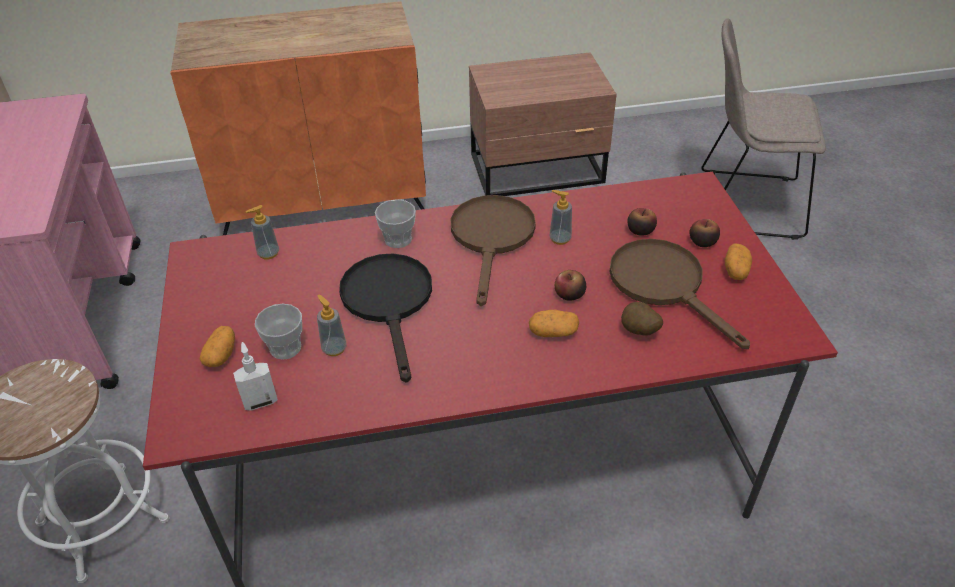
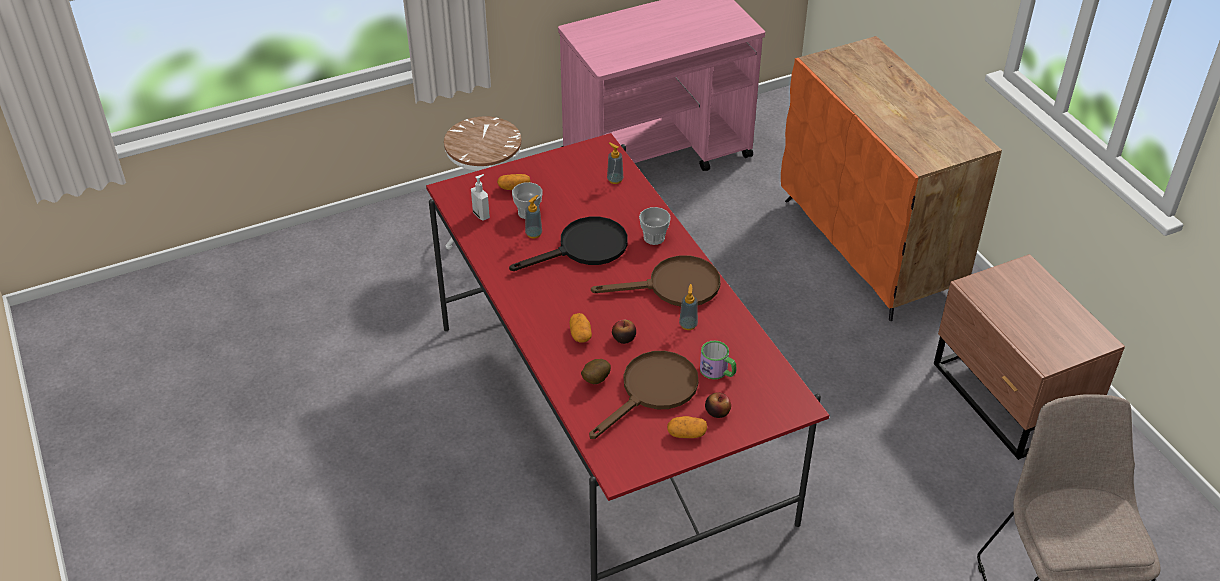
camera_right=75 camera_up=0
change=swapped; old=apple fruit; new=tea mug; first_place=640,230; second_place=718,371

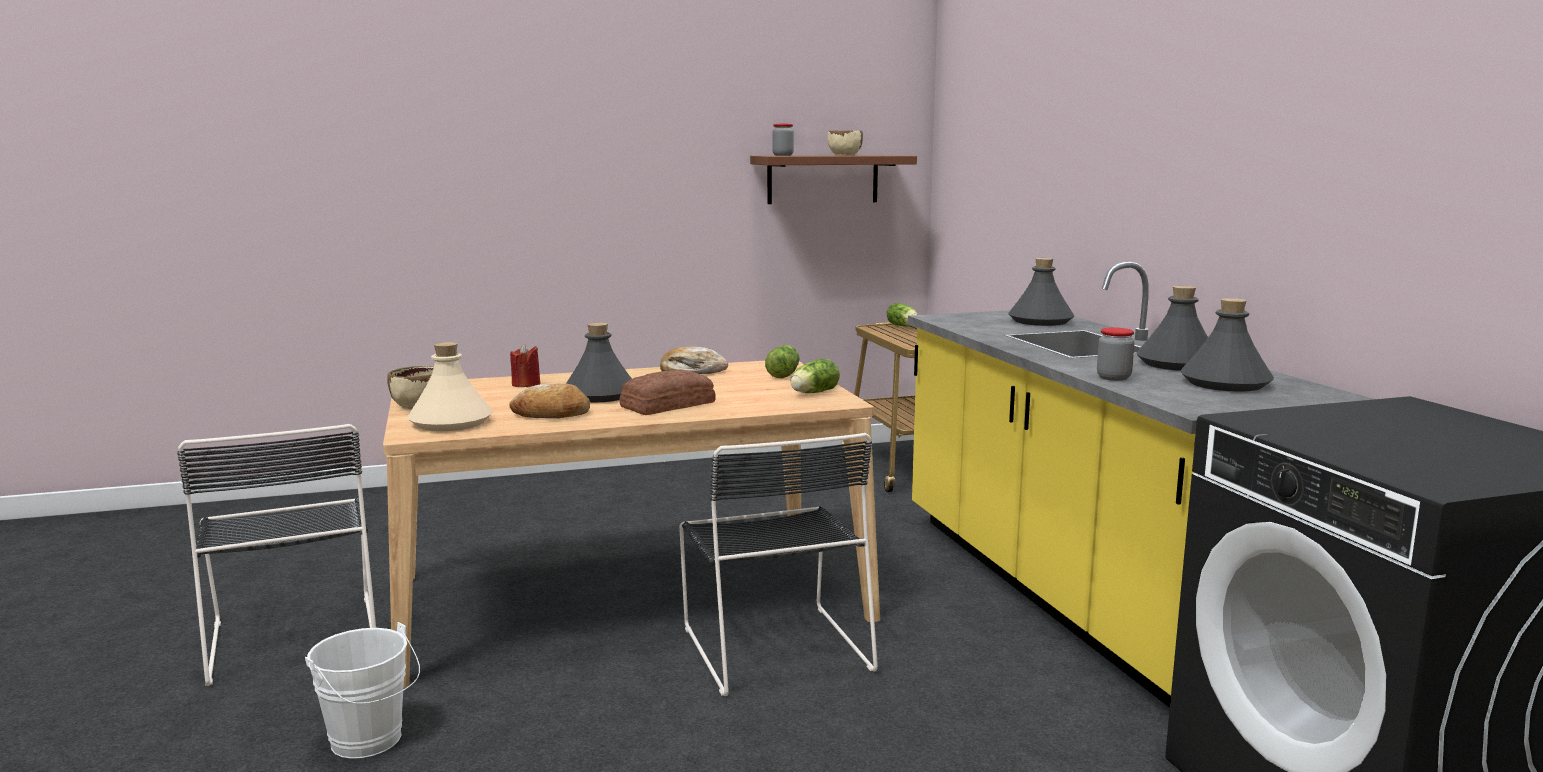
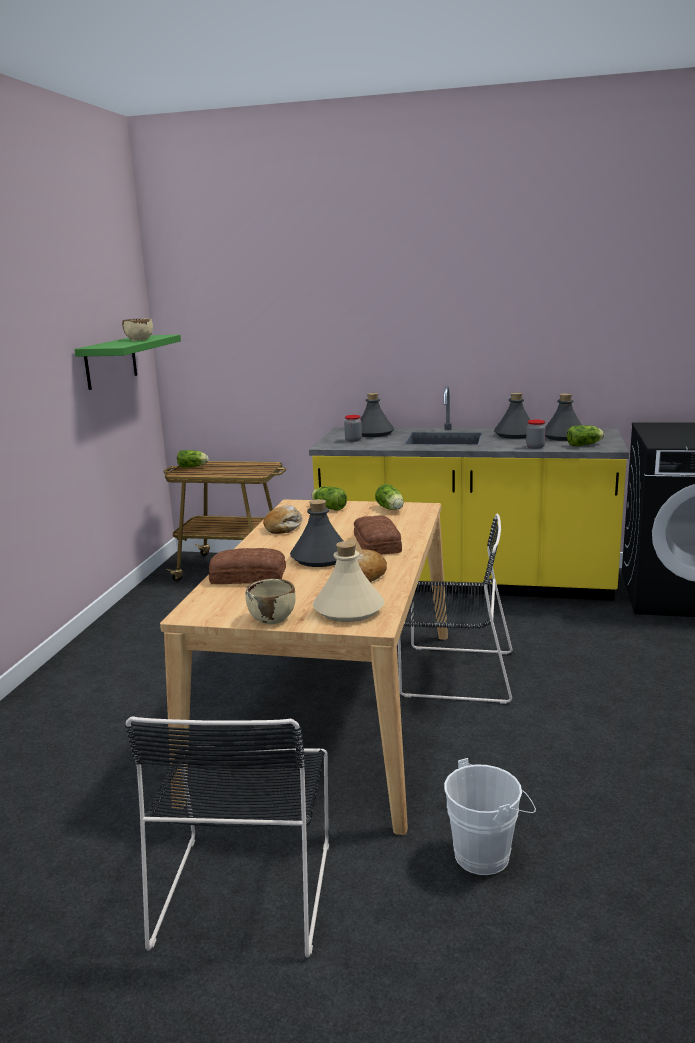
camera_right=-60 camera_up=5
change=new; new=head of lettuce; second_place=585,445
change=shifted; old=storage jar; first_place=783,155; second_place=353,440
change=swapped; old=wax candle (reddish); new=bakery bread; first_place=526,384; second_place=247,576
change=repainted; old=wall shelf (brown); new=wall shelf (greenish); first_place=823,179; second_place=111,362
change=rotated; old=upright chair (black); first_place=294,635; second_place=246,886; degrees=90

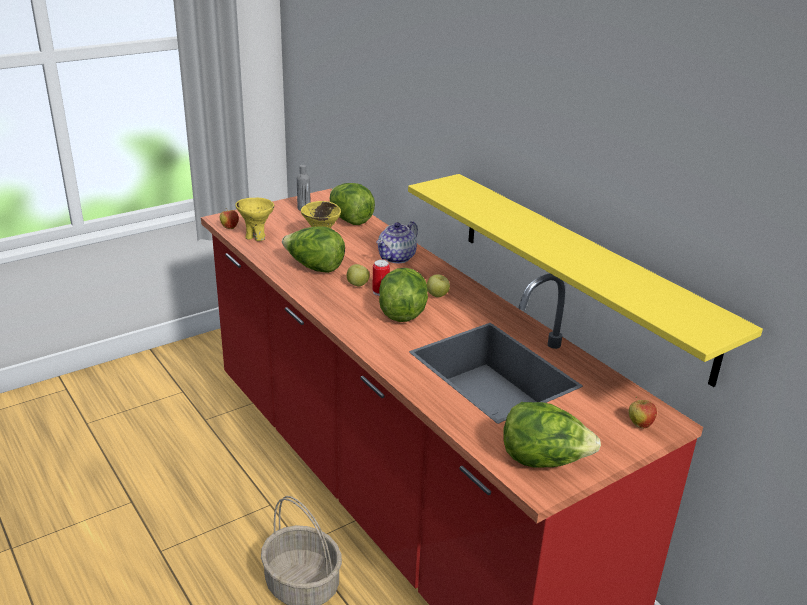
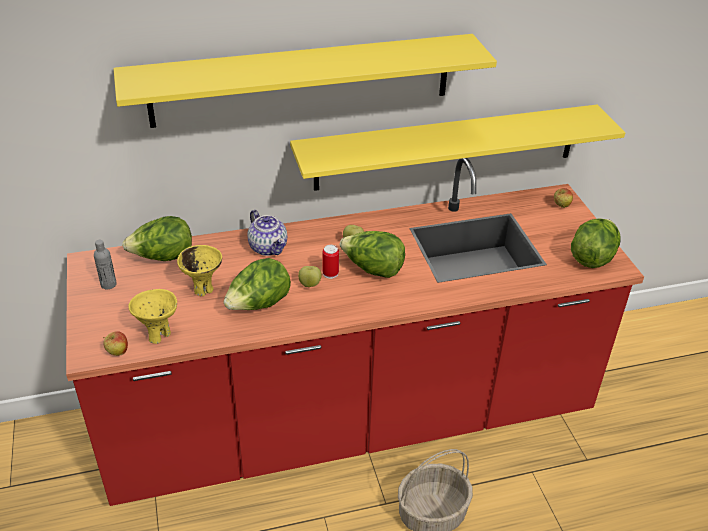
camera_right=-70 camera_up=10
change=new; new=wall shelf (yellow); second_place=302,80

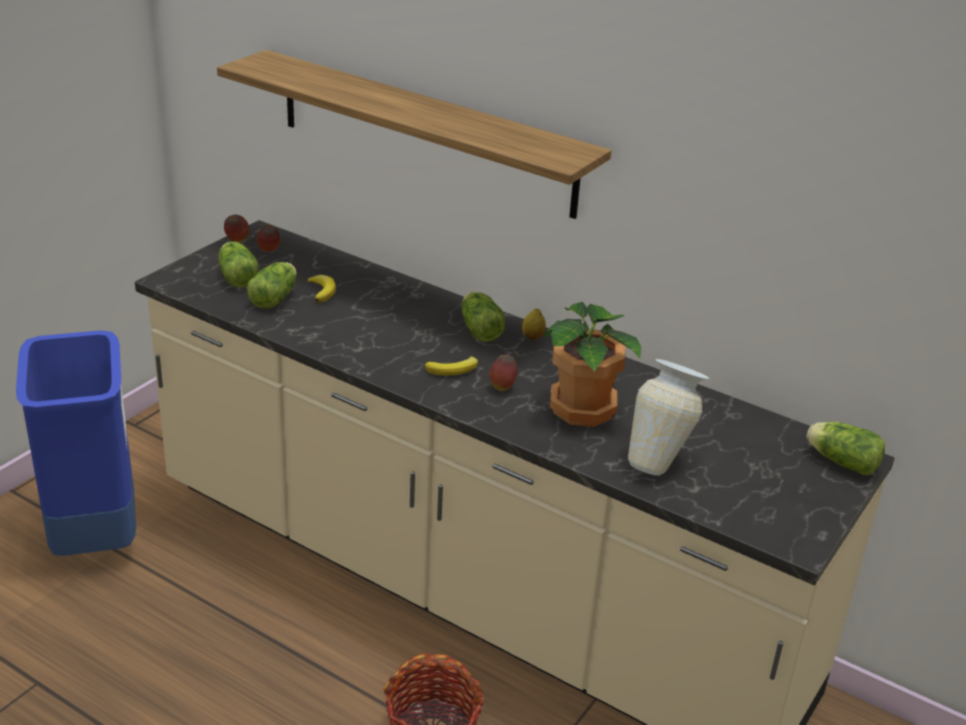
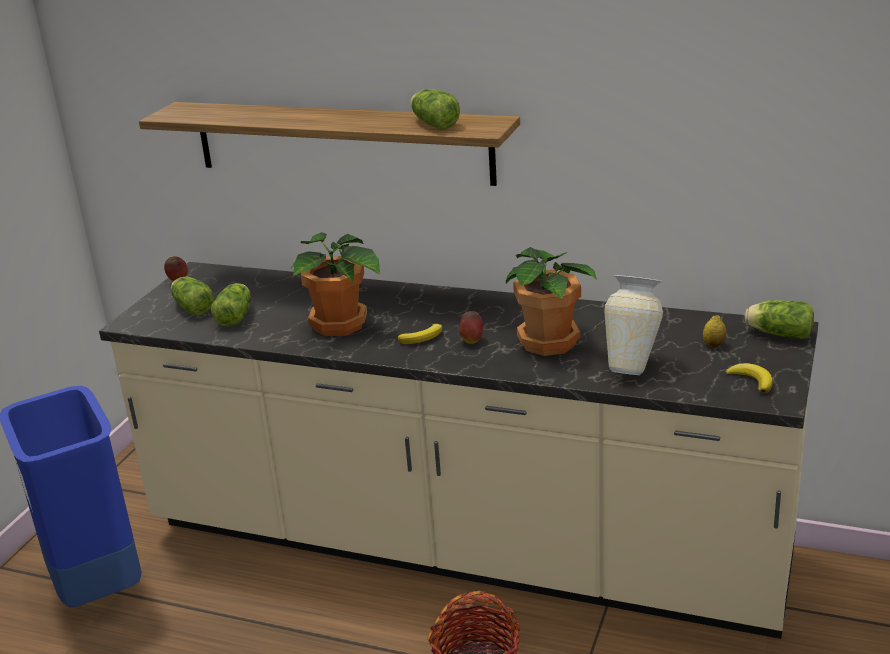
camera_right=-10 camera_up=-5
change=gone; old=apple fruit; first_place=269,251
change=new; new=plant in a pot; second_place=340,325
change=shifted; old=banana; first_place=322,291; second_place=752,380
change=shifted; old=head of lettuce; first_place=479,328; second_place=433,123
change=shifted; old=citrus fruit; first_place=532,337; second_place=714,345

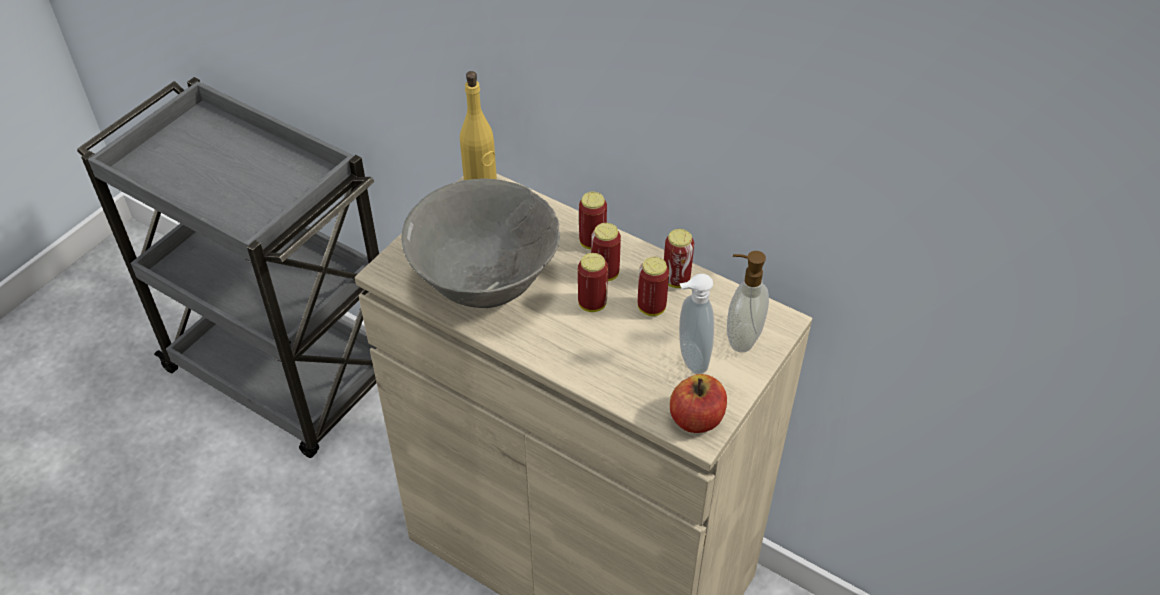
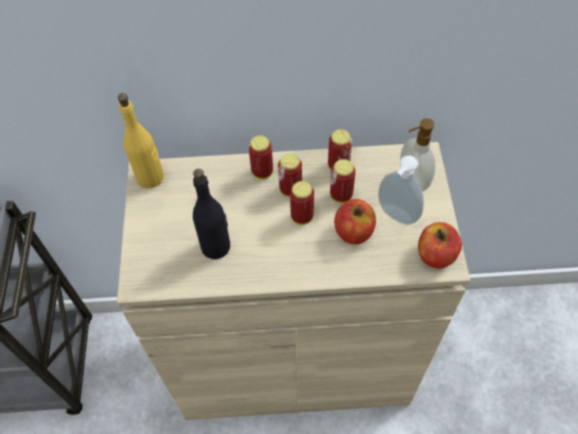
camera_right=-35 camera_up=10
change=new; new=apple fruit; second_place=353,231
change=swapped; old=deep dish (greyish); new=drink bottle (black); first_place=484,282; second_place=216,246

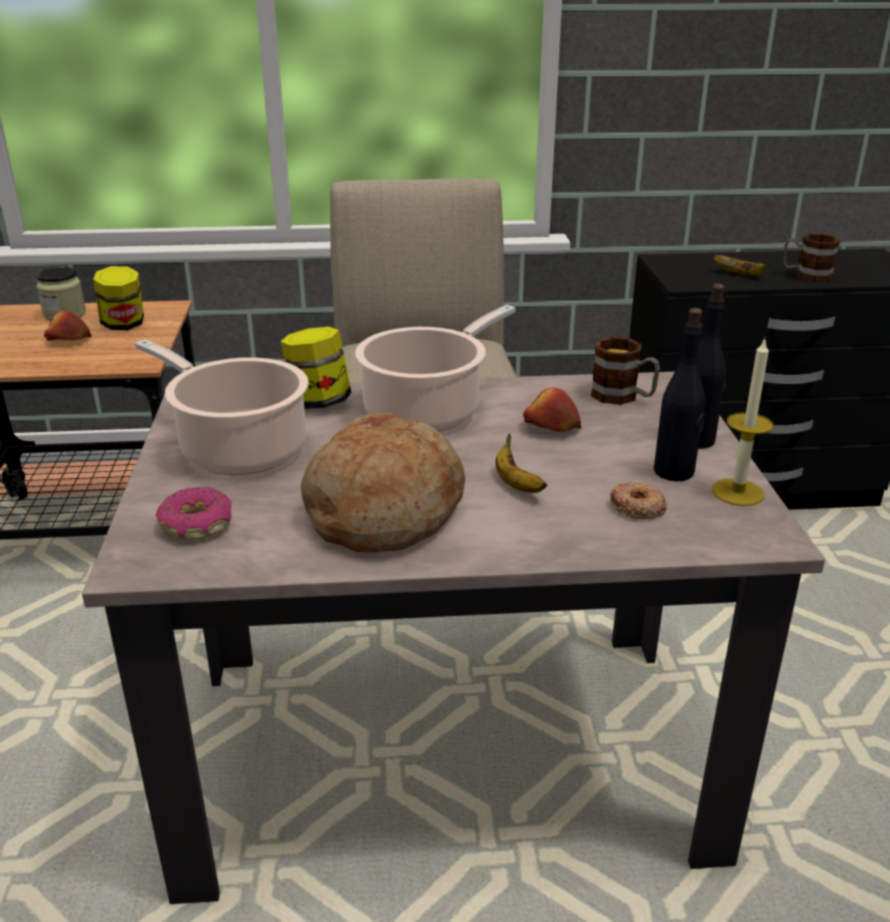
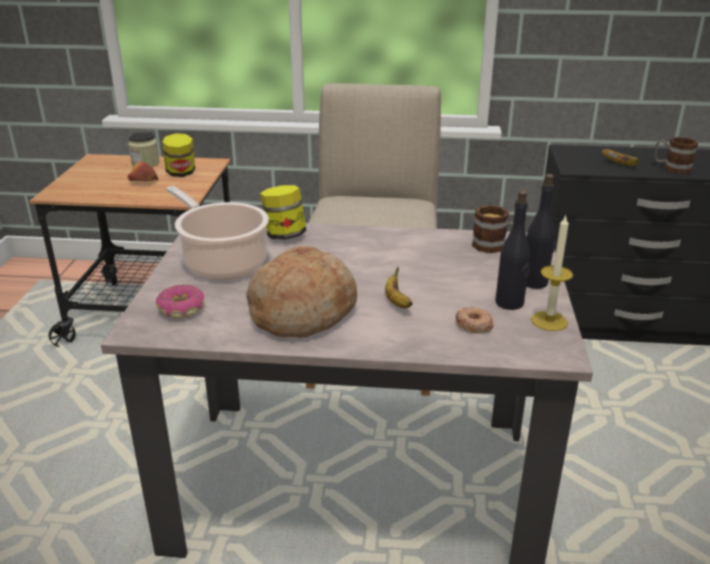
camera_right=10 camera_up=0
change=gone; old=saucepot; first_place=428,410
change=gone; old=apple fruit; first_place=551,427

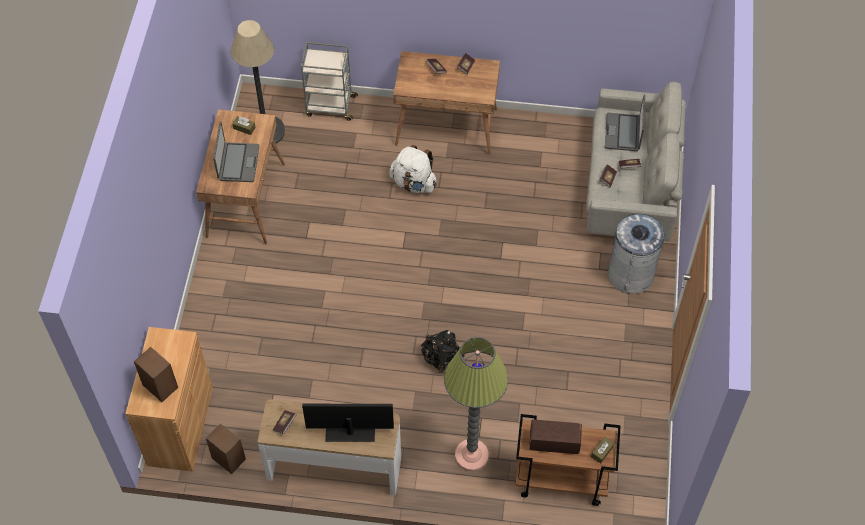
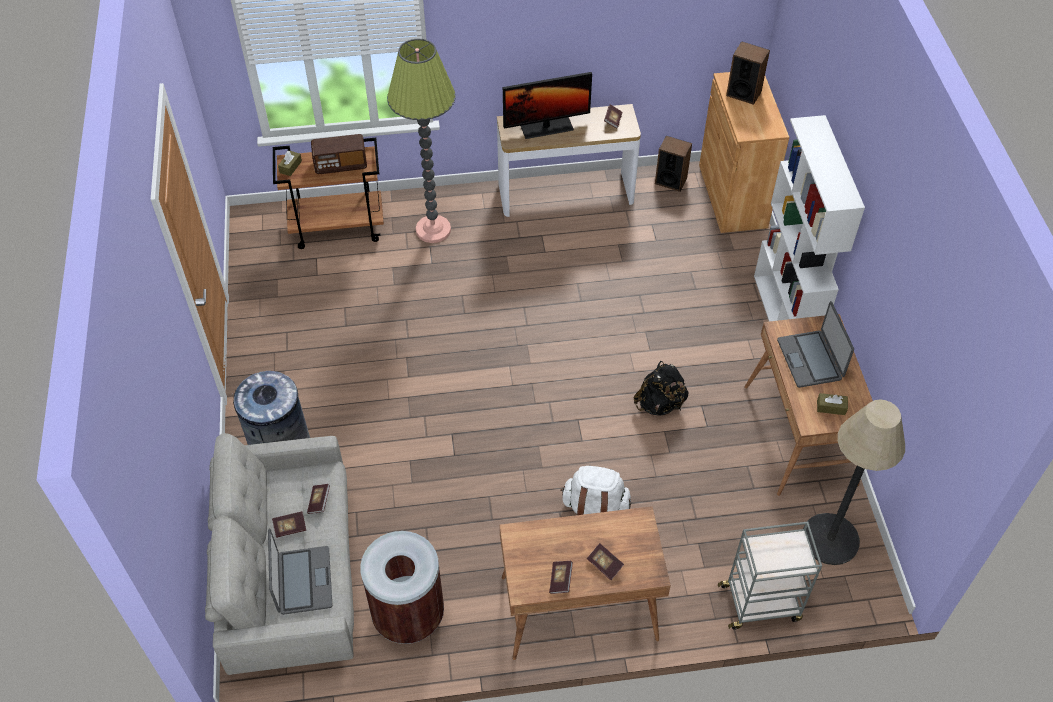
camera_right=165 camera_up=-5
change=new; new=trash can (brown); second_place=408,615
change=new; new=shelving unit (white); second_place=784,318
change=shifted; old=rucksack (black); first_place=441,358; second_place=659,404

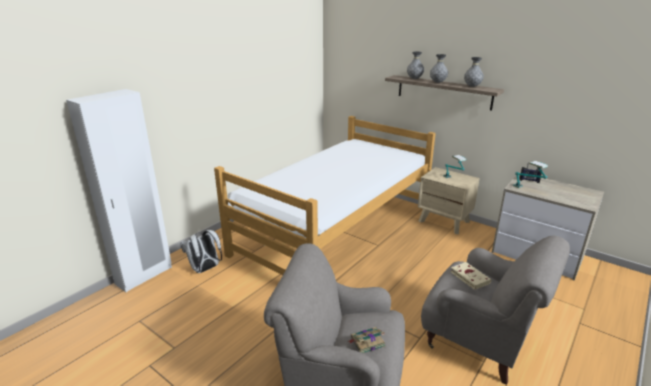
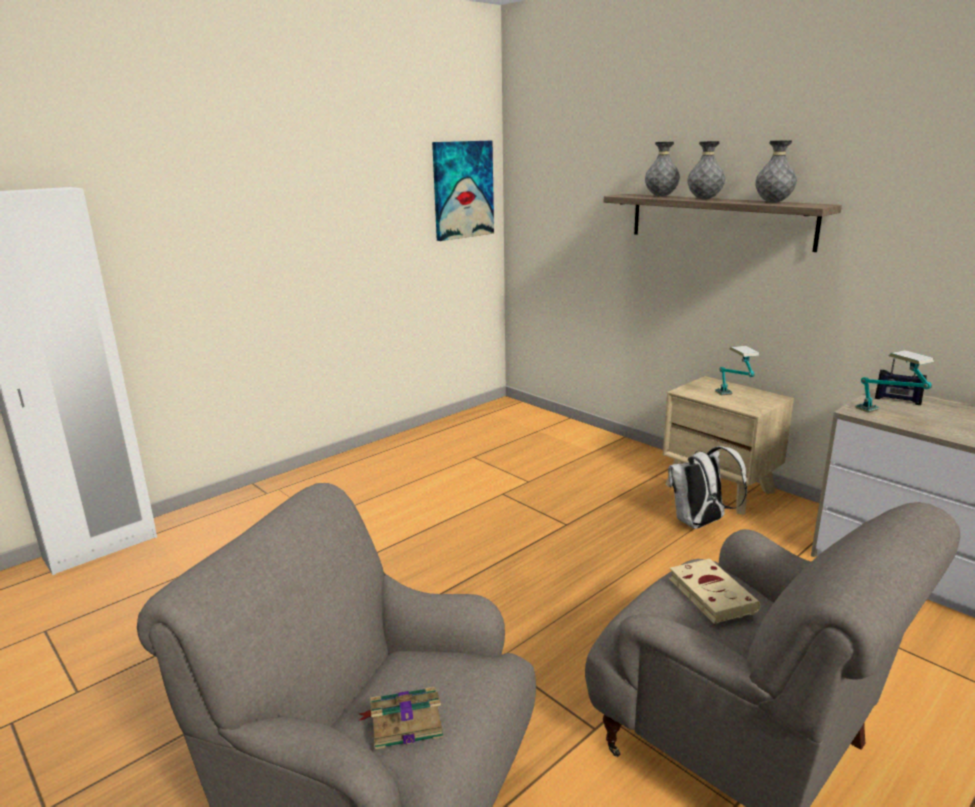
camera_right=10 camera_up=-5
change=gone; old=sleeping bed; first_place=336,230
change=new; new=picture; second_place=463,190
change=shifted; old=rucksack (white); first_place=205,269; second_place=700,523

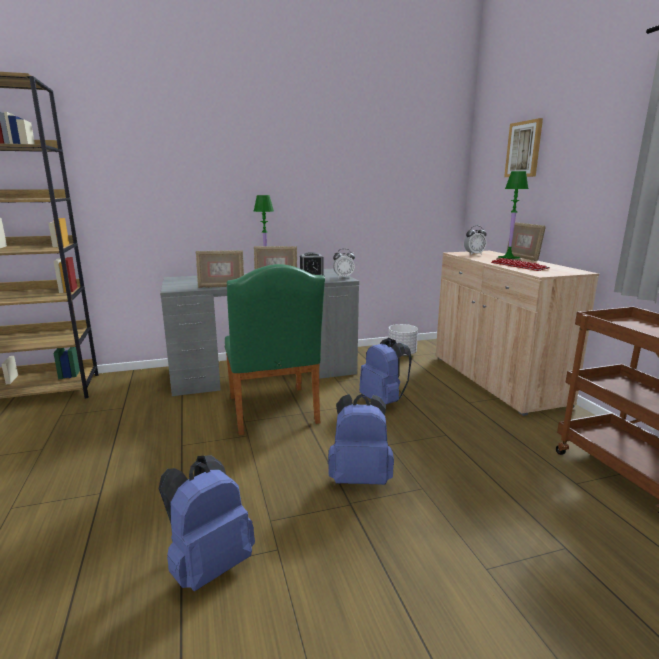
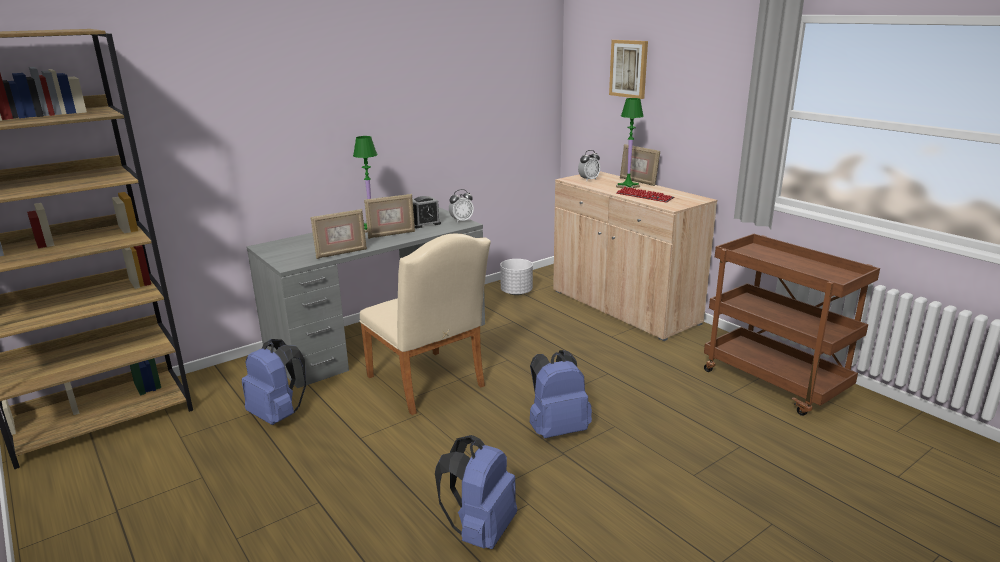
camera_right=-20 camera_up=5
change=shifted; old=rucksack (bluish); first_place=383,401; second_place=278,415
change=repainted; old=upright chair (greenish); new=upright chair (beige-coloured); first_place=273,413; second_place=429,384

